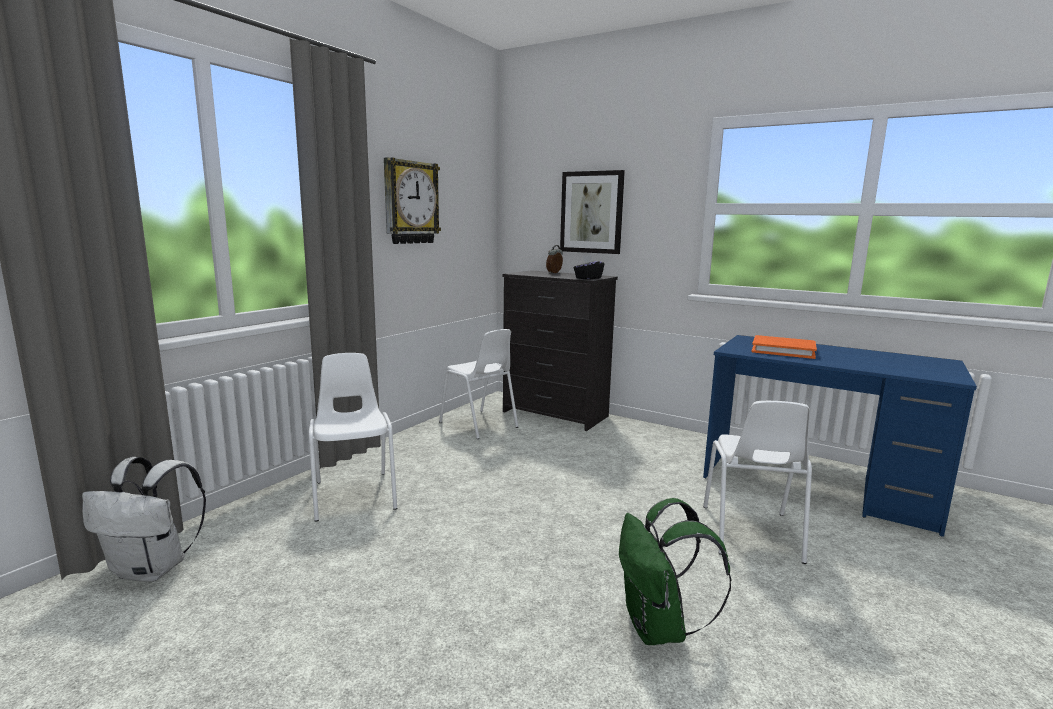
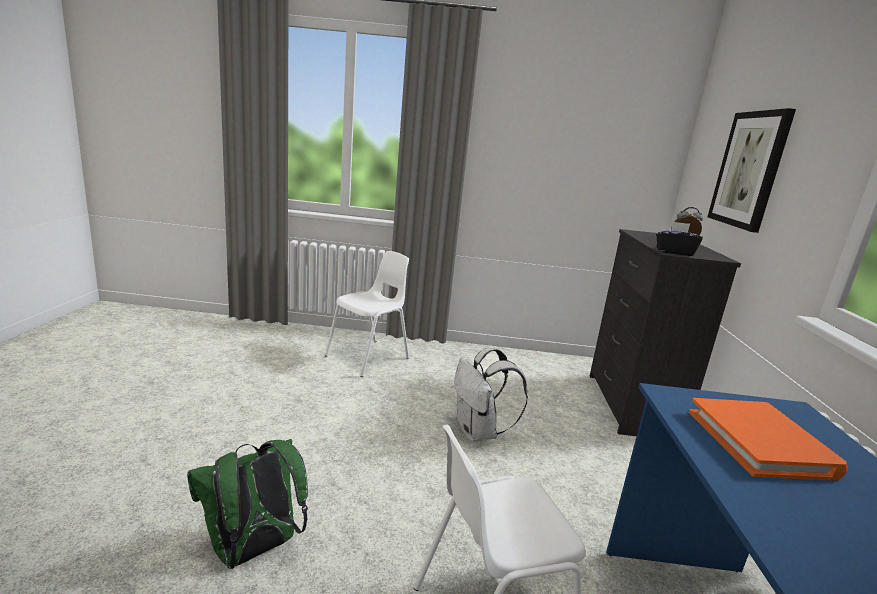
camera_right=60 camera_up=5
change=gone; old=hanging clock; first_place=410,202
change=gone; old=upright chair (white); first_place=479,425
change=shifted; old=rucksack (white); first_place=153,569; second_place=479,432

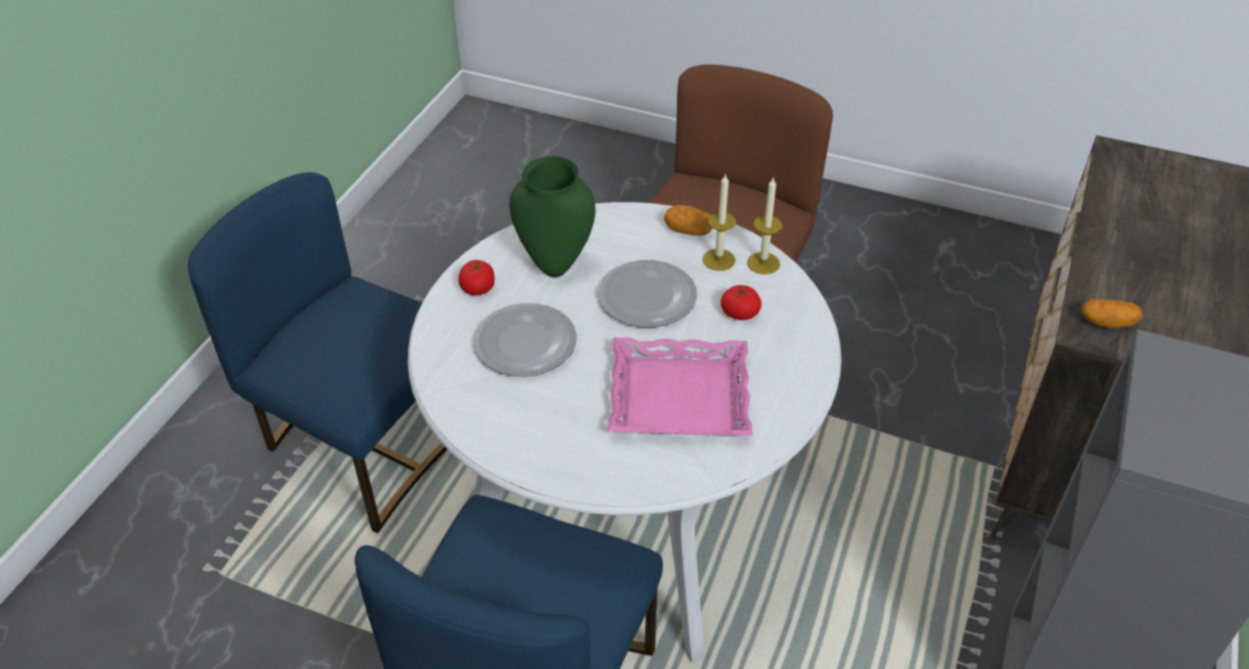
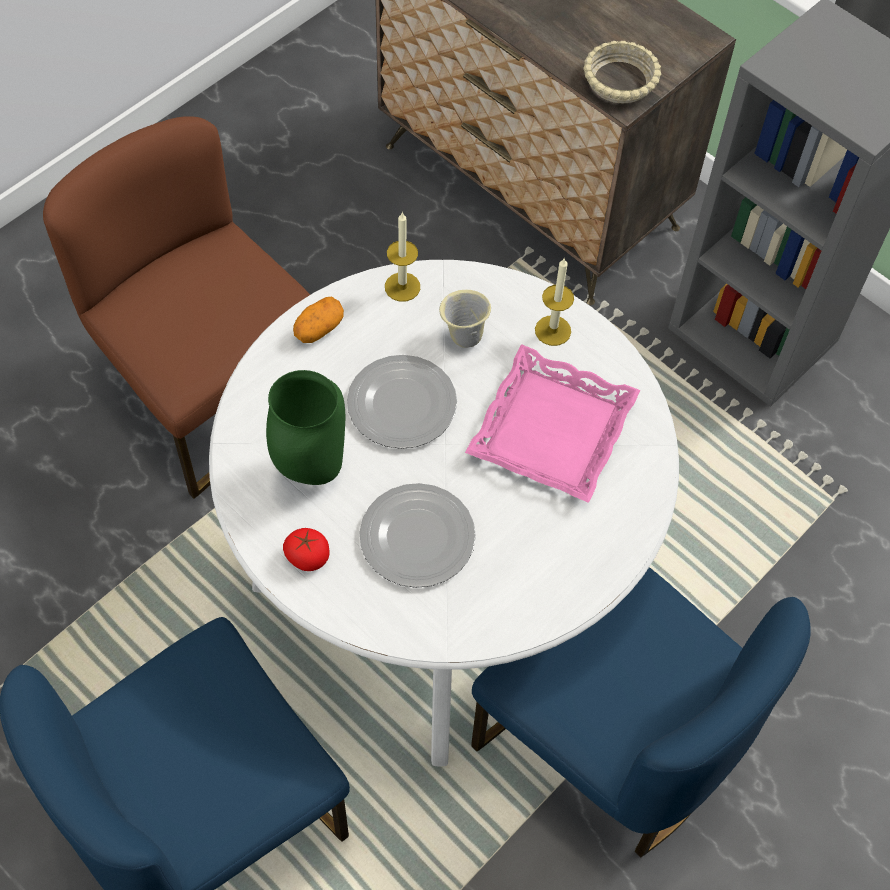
camera_right=-70 camera_up=15
change=shifted; old=wax candle; first_place=718,260; second_place=553,330
change=swapped; old=fresh tomato; new=tea mug (beige-coloured); first_place=740,313; second_place=463,336
change=swapped; old=potato; new=deep dish (beige-coloured); first_place=1107,323; second_place=619,80

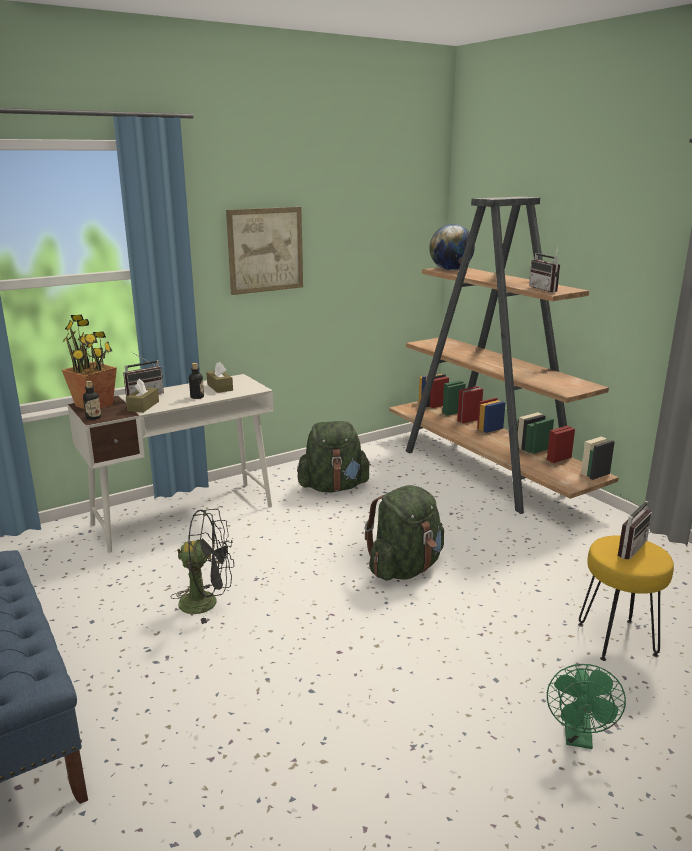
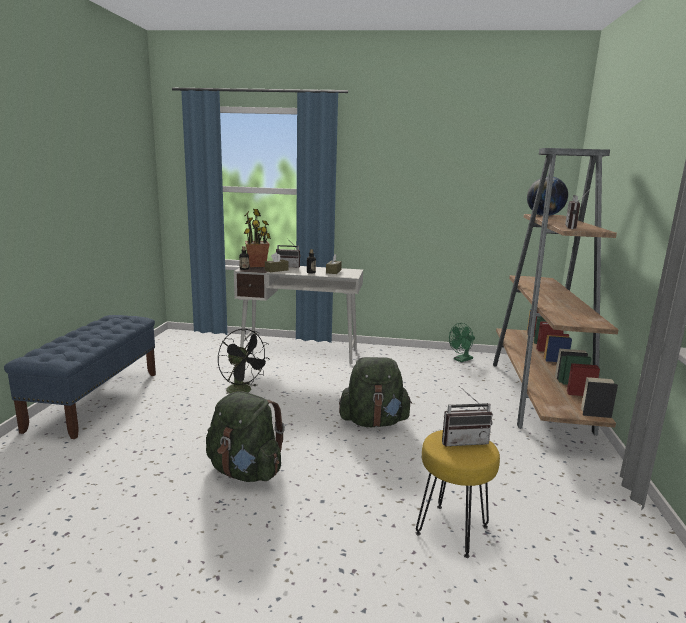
camera_right=40 camera_up=-5
change=gone; old=picture; first_place=265,250
change=shifted; old=rucksack (greenish); first_place=333,487; second_place=245,472
change=shifted; old=fan (greenish); first_place=578,738; second_place=461,360

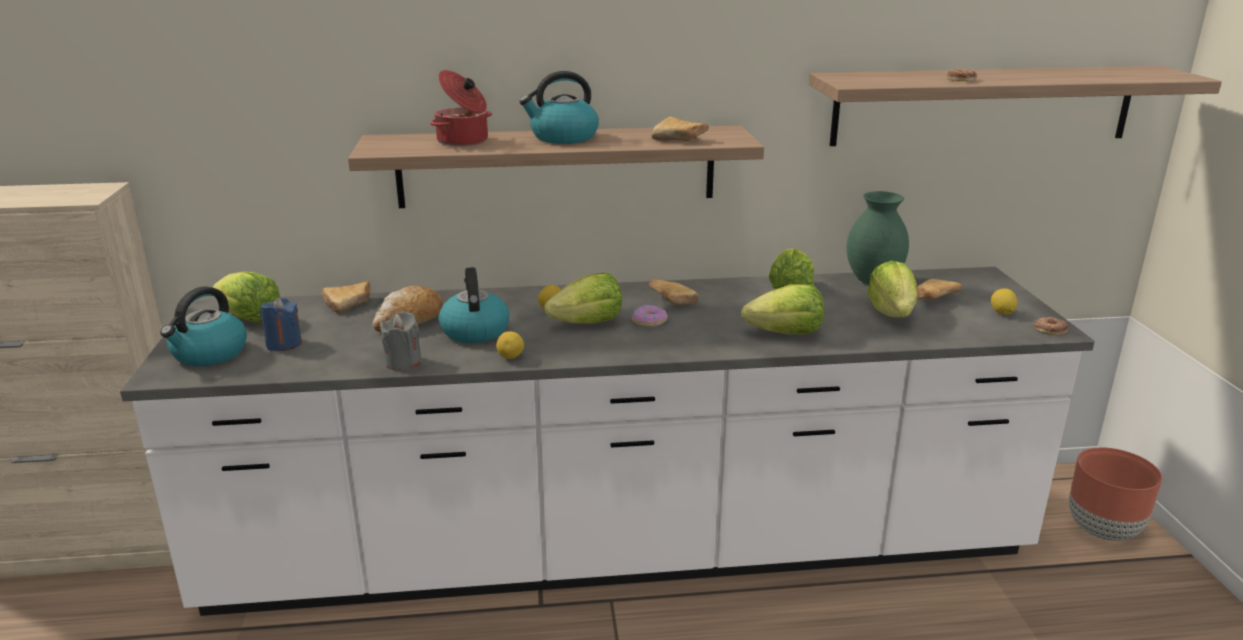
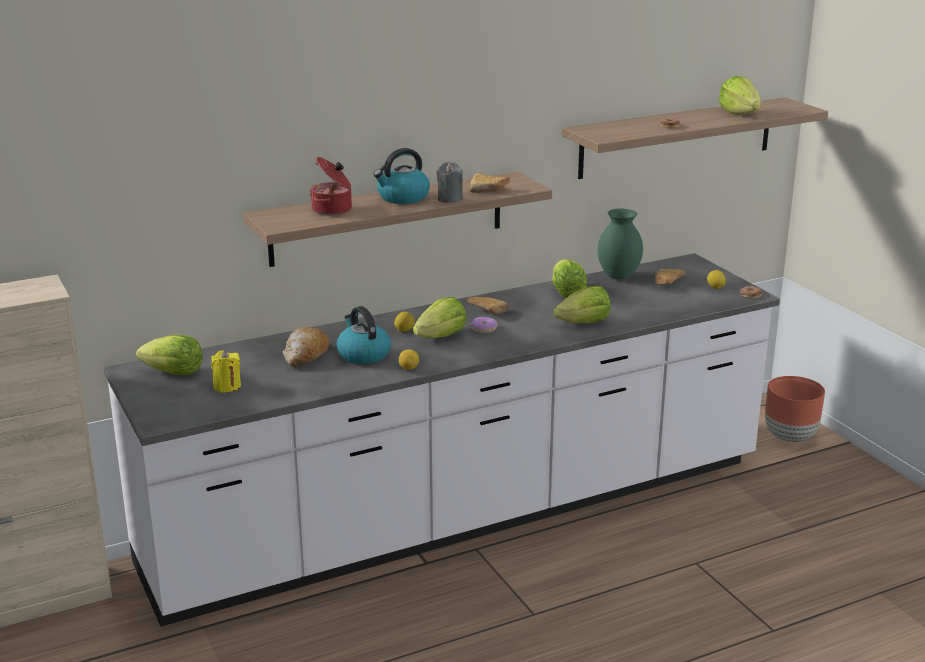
camera_right=-20 camera_up=0
change=gone; old=tea kettle; first_place=209,354
change=gone; old=bakery bread; first_place=351,303
change=shifted; old=wax candle (greyish); first_place=403,362; second_place=450,198
change=shifted; old=head of lettuce; first_place=892,313; second_place=740,113
change=repainted; old=wax candle (bluish); new=wax candle (yellow); first_place=284,344; second_place=227,386

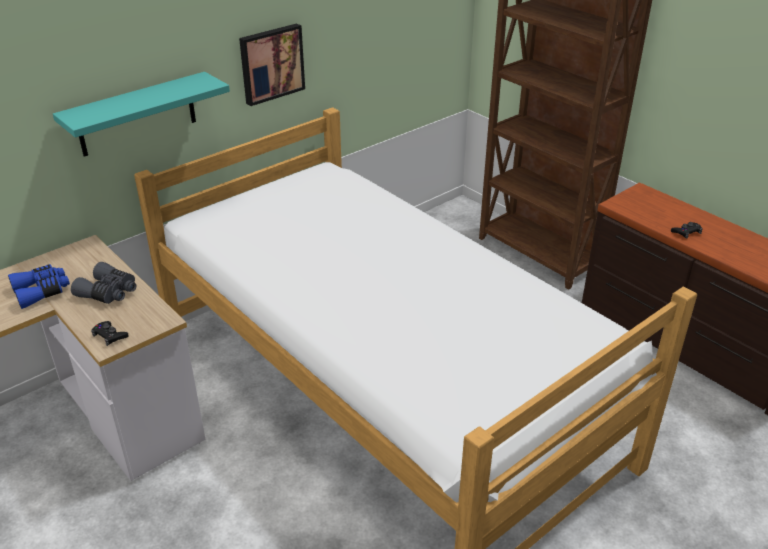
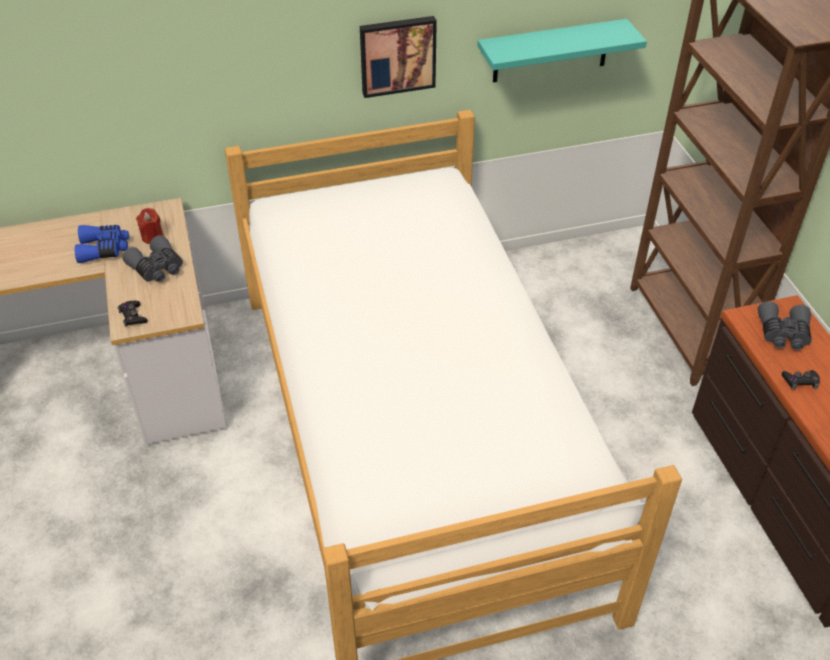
camera_right=25 camera_up=10
change=new; new=wax candle (reddish); second_place=152,237
change=new; new=field glasses (greyish); second_place=783,334
change=shifted; old=wall shelf (blue-green); first_place=137,115; second_place=551,51

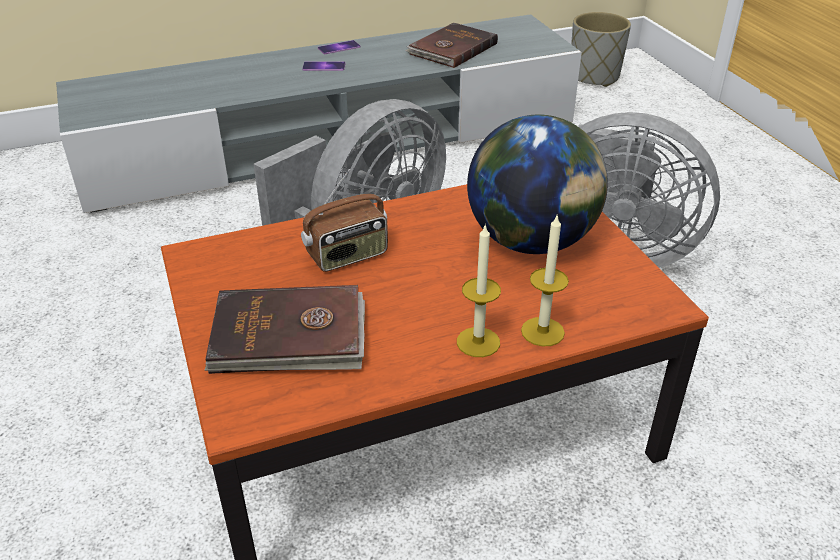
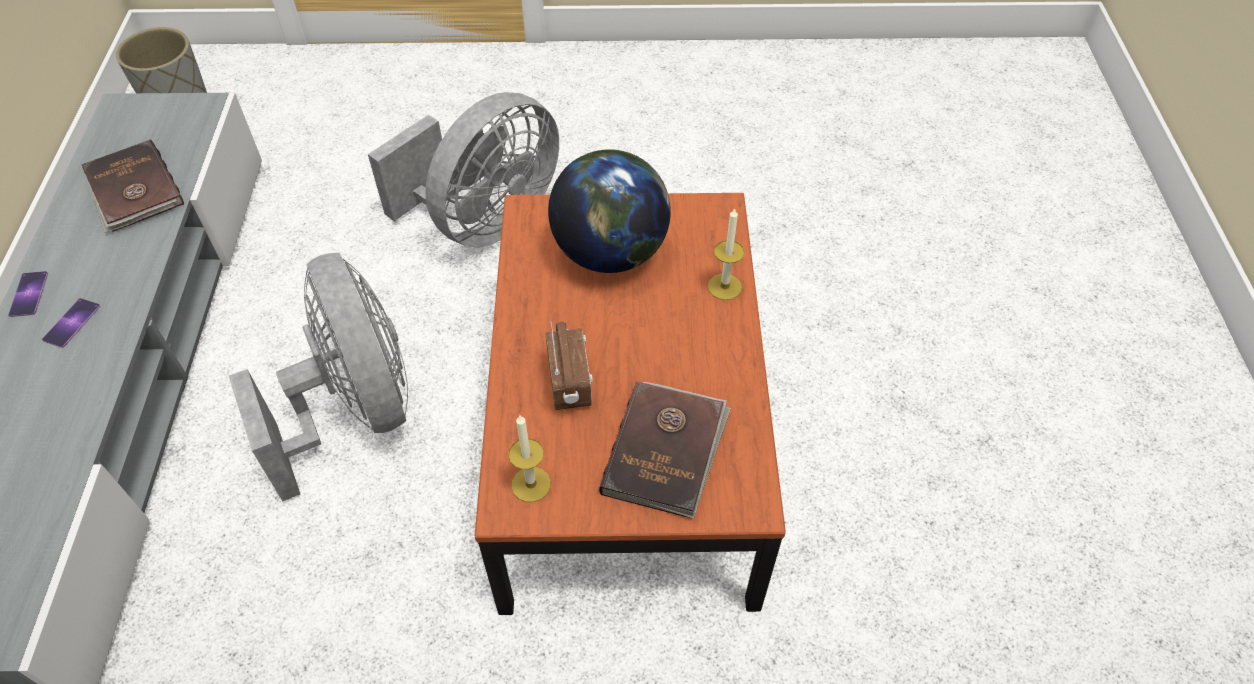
camera_right=-70 camera_up=15
change=shifted; old=wax candle; first_place=478,342; second_place=531,484

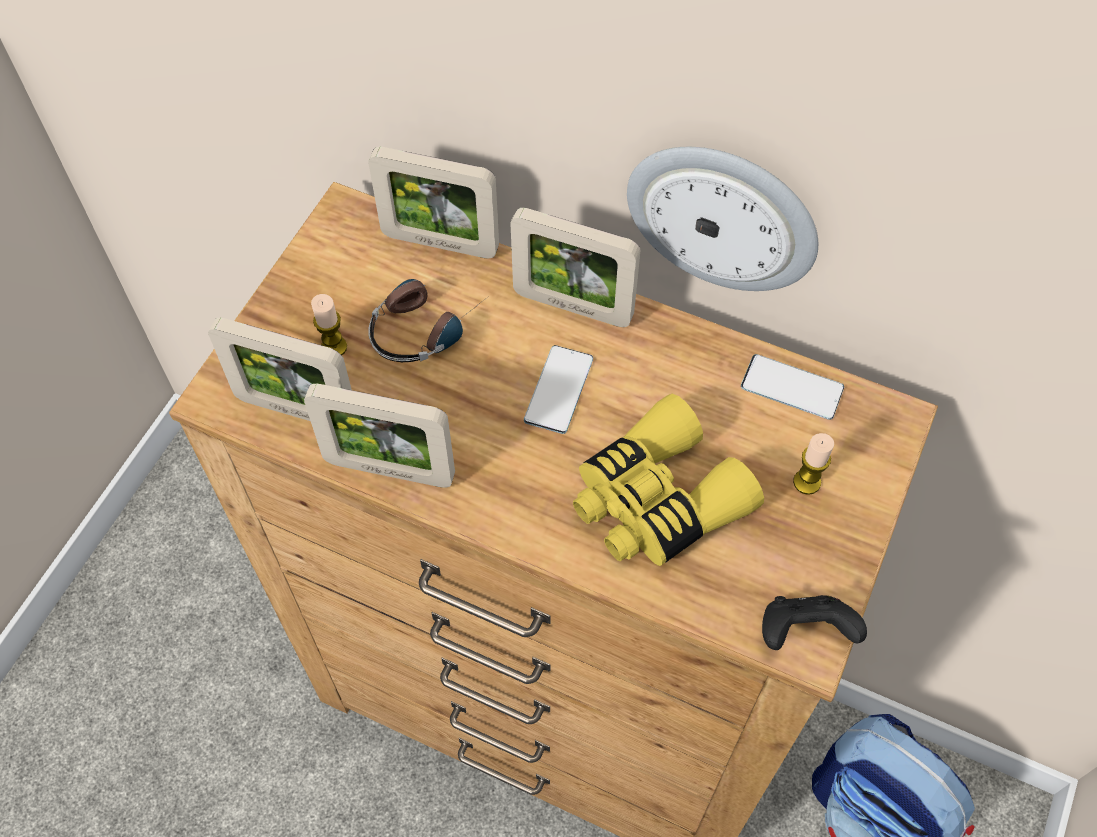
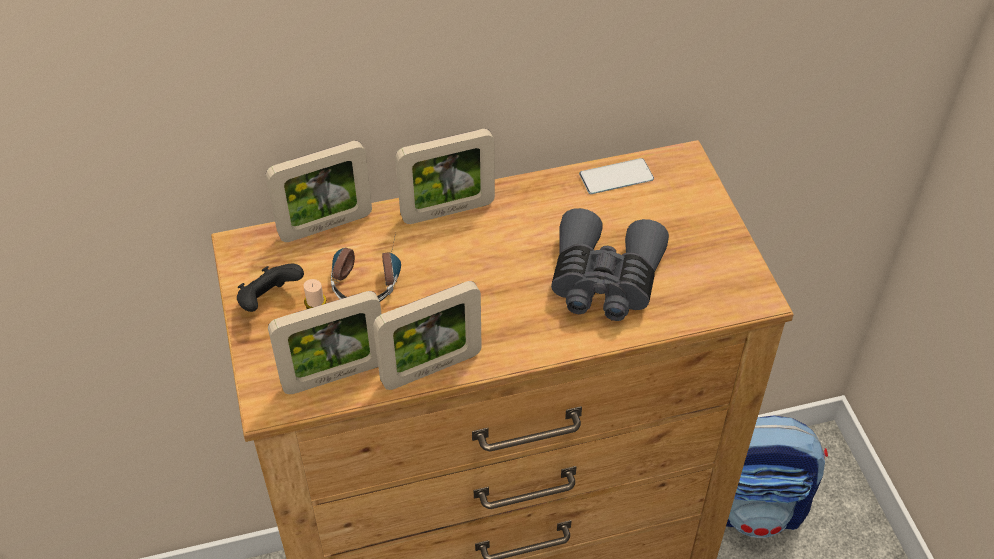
camera_right=-40 camera_up=-10
change=gone; old=phone; first_place=559,390
change=gone; old=hanging clock; first_place=723,216
change=gone; old=wax candle; first_place=807,482
change=shifted; old=game controller (black); first_place=803,632; second_place=269,301
change=repainted; old=field glasses (yellow); new=field glasses (greyish); first_place=656,500; second_place=604,281

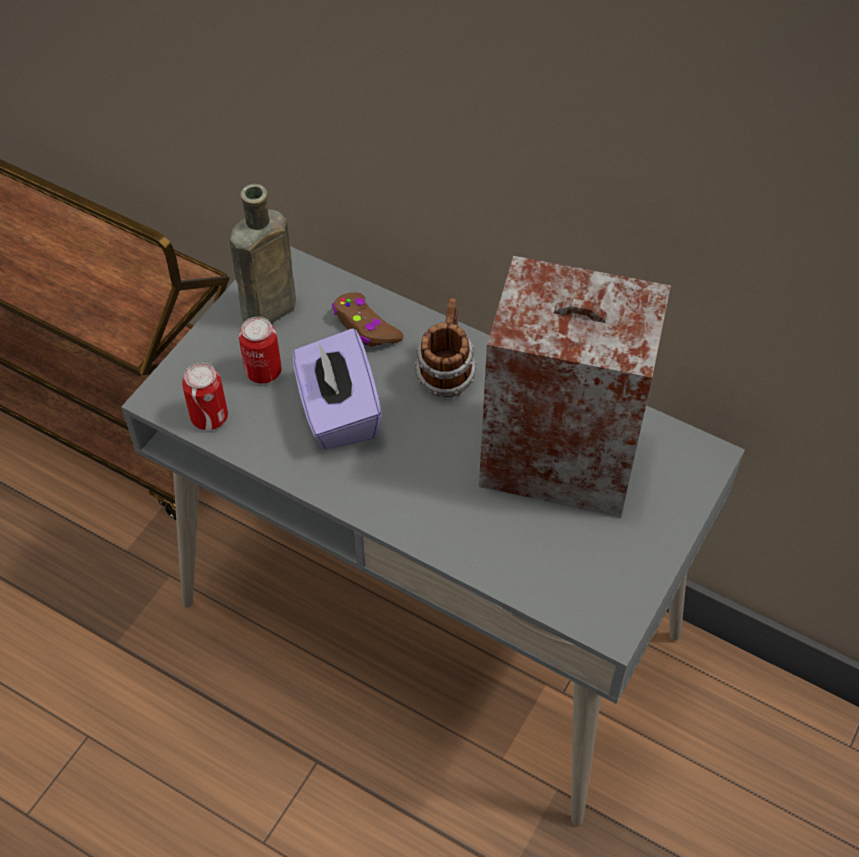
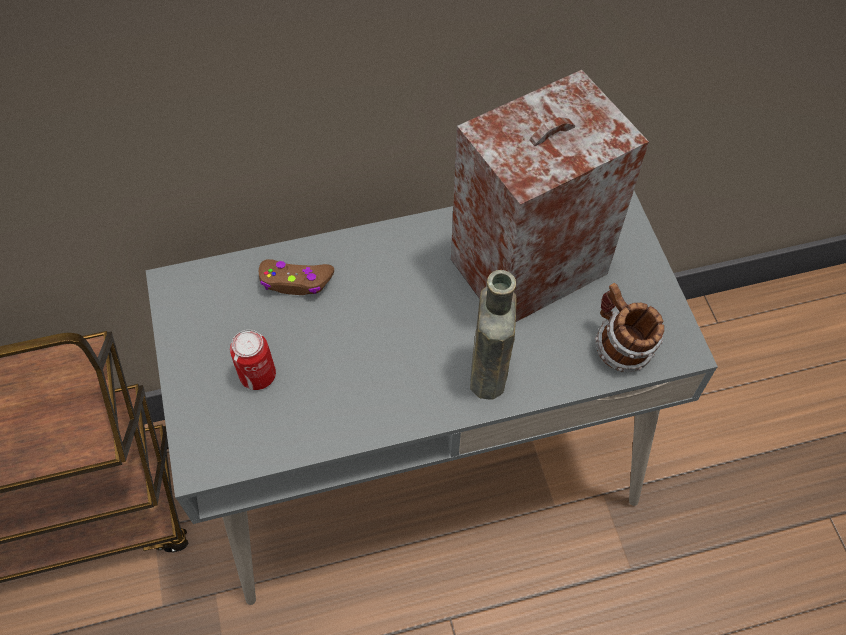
camera_right=-45 camera_up=5
change=gone; old=sealed can; first_place=209,417
change=gone; old=tissue holder (purple); first_place=338,412
change=shifted; old=drink bottle (brown); first_place=266,312; second_place=488,376
change=shifted; old=tea mug; first_place=445,374; second_place=619,347

